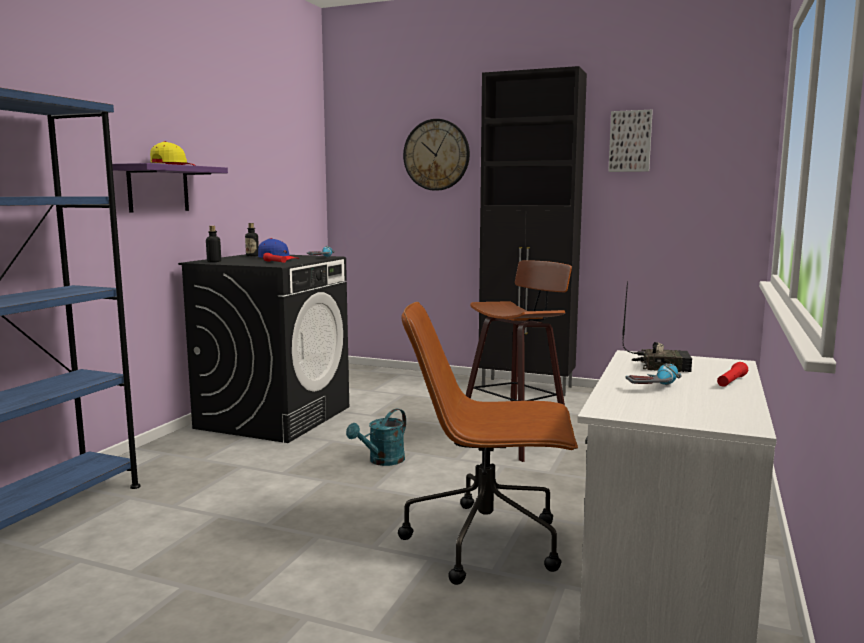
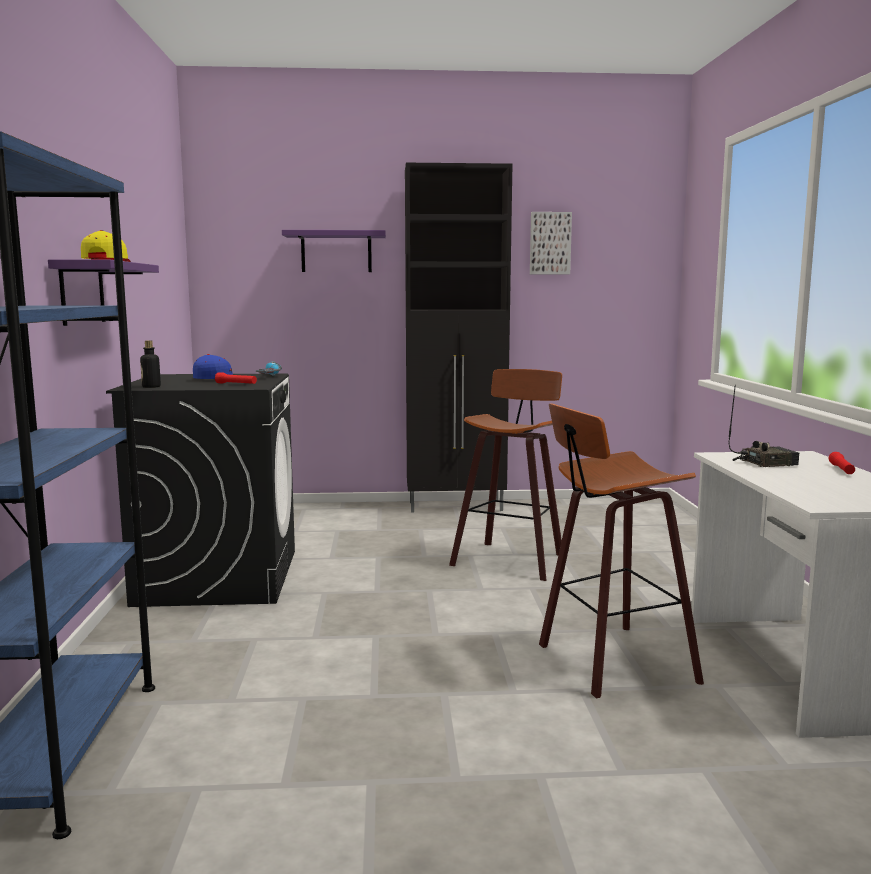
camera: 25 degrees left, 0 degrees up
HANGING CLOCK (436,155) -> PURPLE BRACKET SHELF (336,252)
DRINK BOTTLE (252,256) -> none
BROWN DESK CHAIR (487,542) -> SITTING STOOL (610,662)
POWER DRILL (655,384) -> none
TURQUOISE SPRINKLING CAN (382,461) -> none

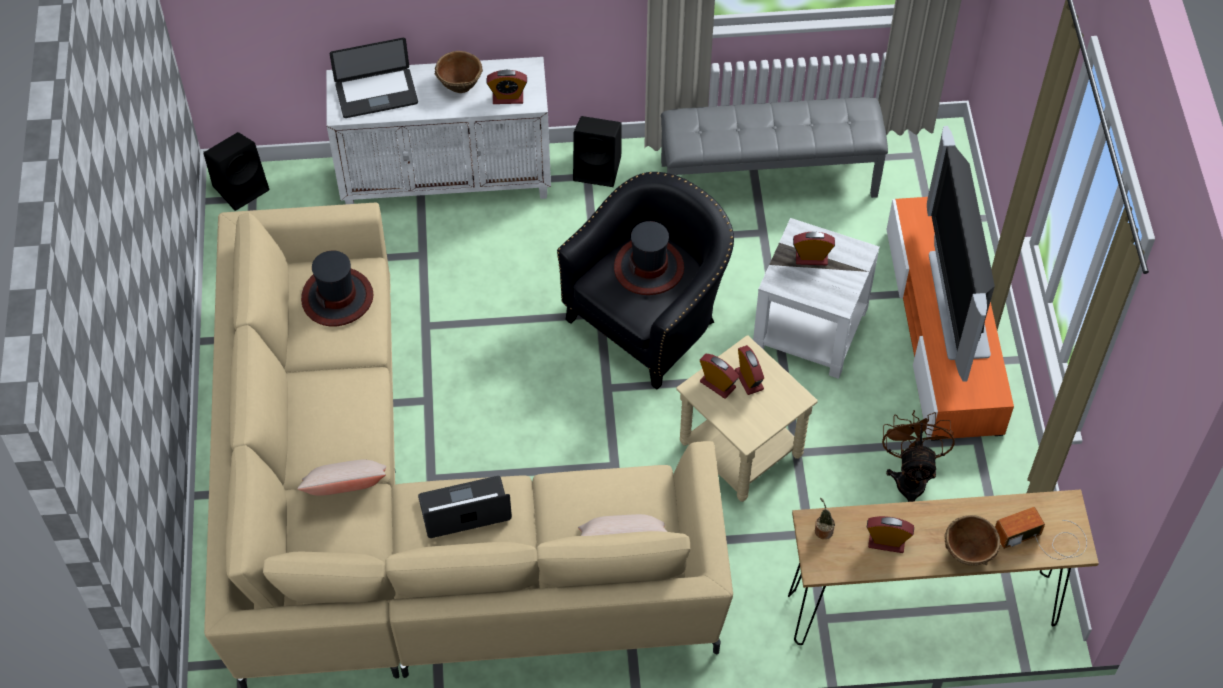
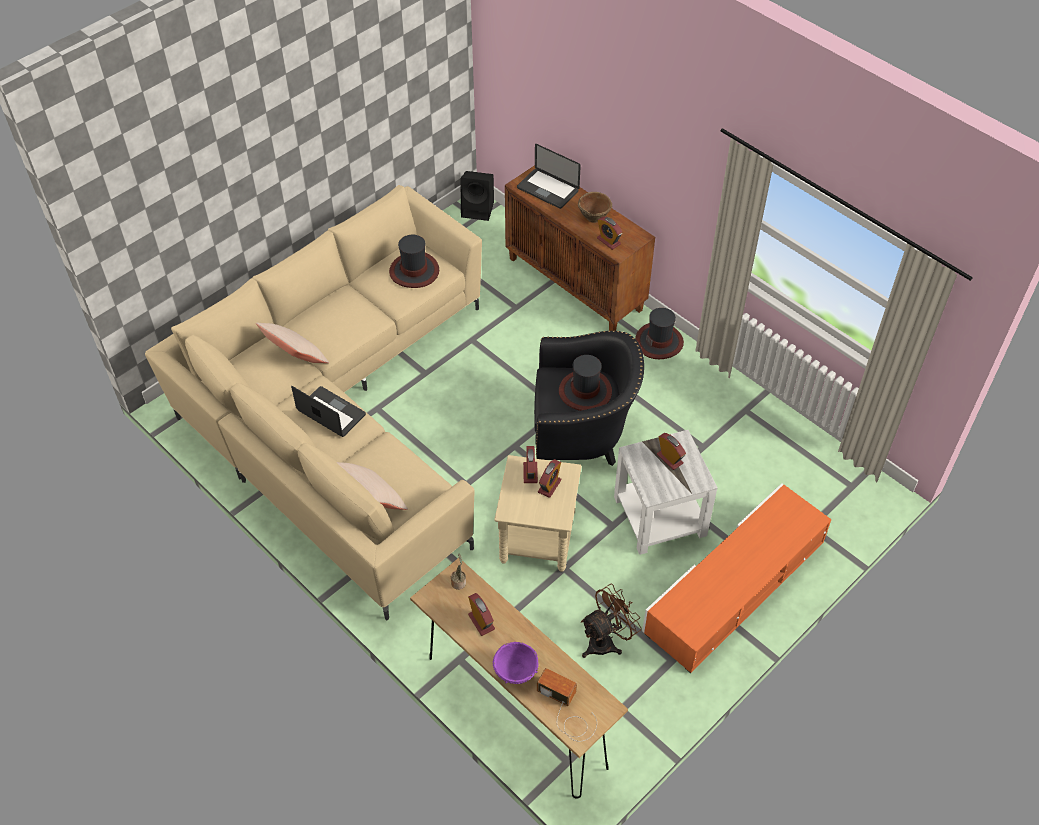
camera: 50 degrees right, 5 degrees down
WHITE-COLOURED CUPBOARD (447,179) -> BROWN CUPBOARD (576,284)
GREY INDOOR BENCH (768,178) -> none
BLACK AUDIO SPEAKER (598,168) -> WEARABLE HAT (659,341)
TV (955,304) -> none
BROWN DEEP DISH (968,553) -> PURPLE DEEP DISH (515,673)

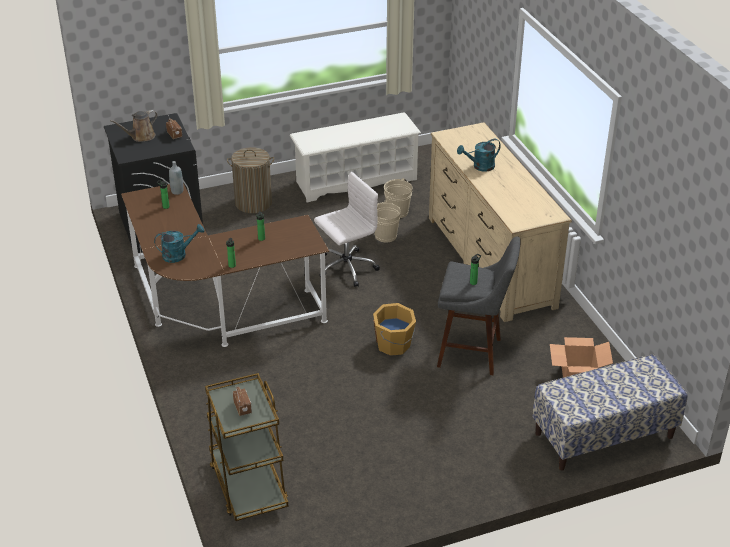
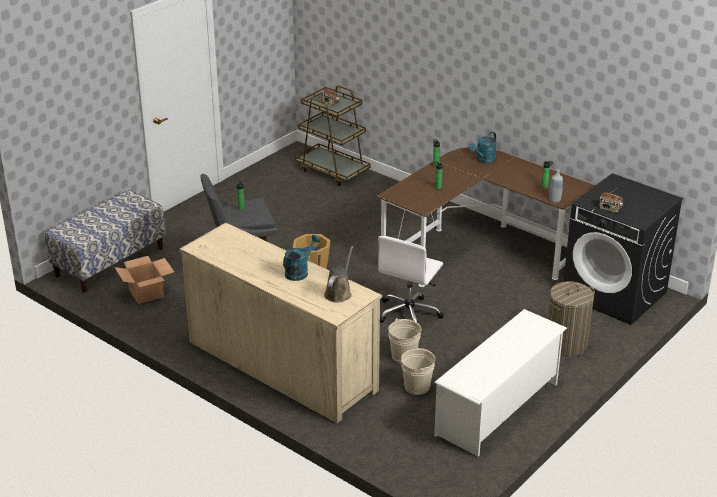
camera: 150 degrees right, 5 degrees down
BROWN SPRINKLING CAN (141,137) -> BROWN SPRINKLING CAN (339,293), moved

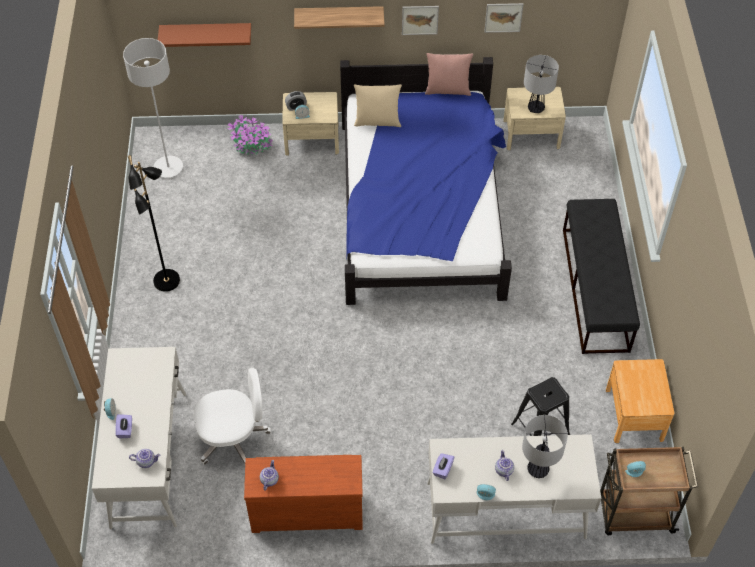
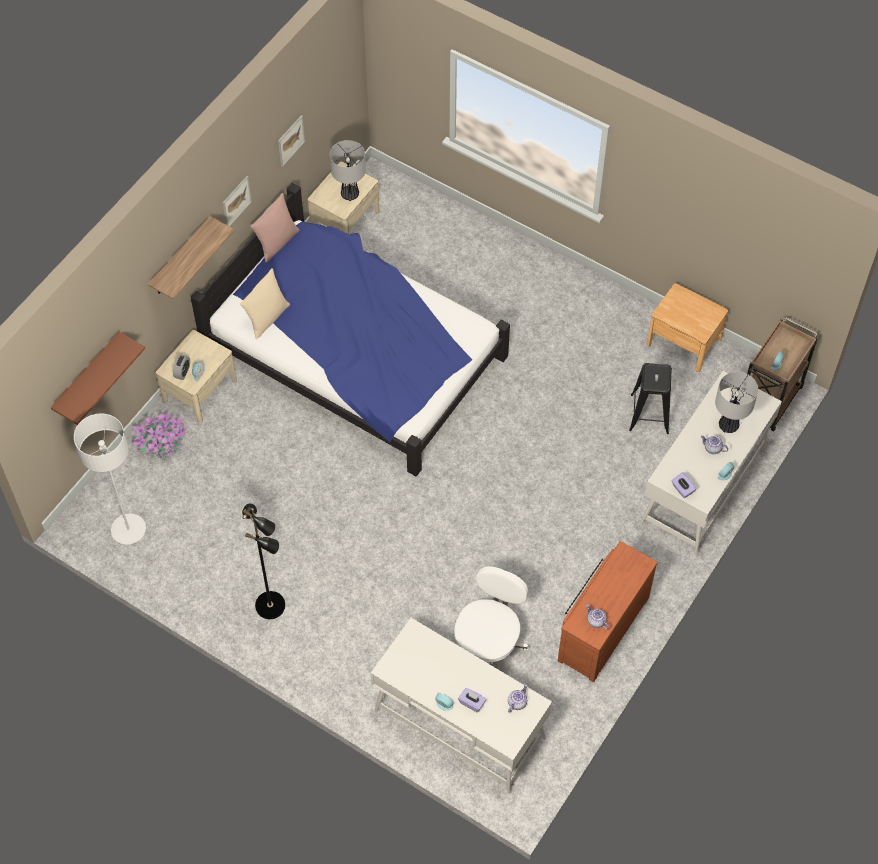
camera: 55 degrees left, 5 degrees up
BLACK INDOOR BENCH (595,289) -> none

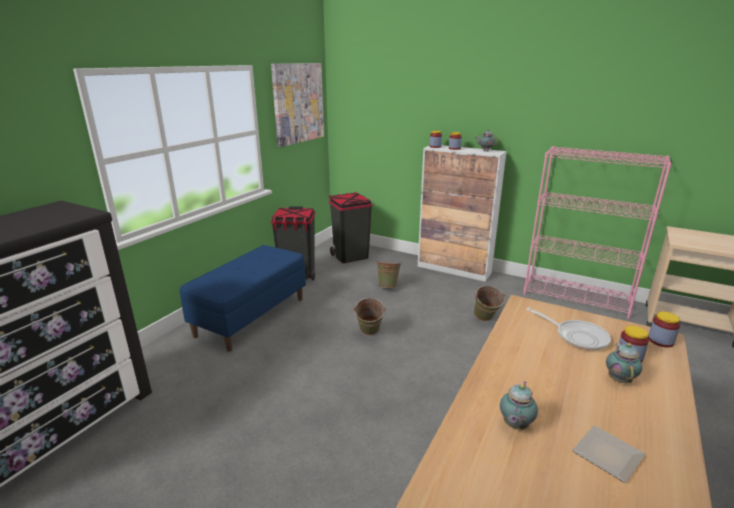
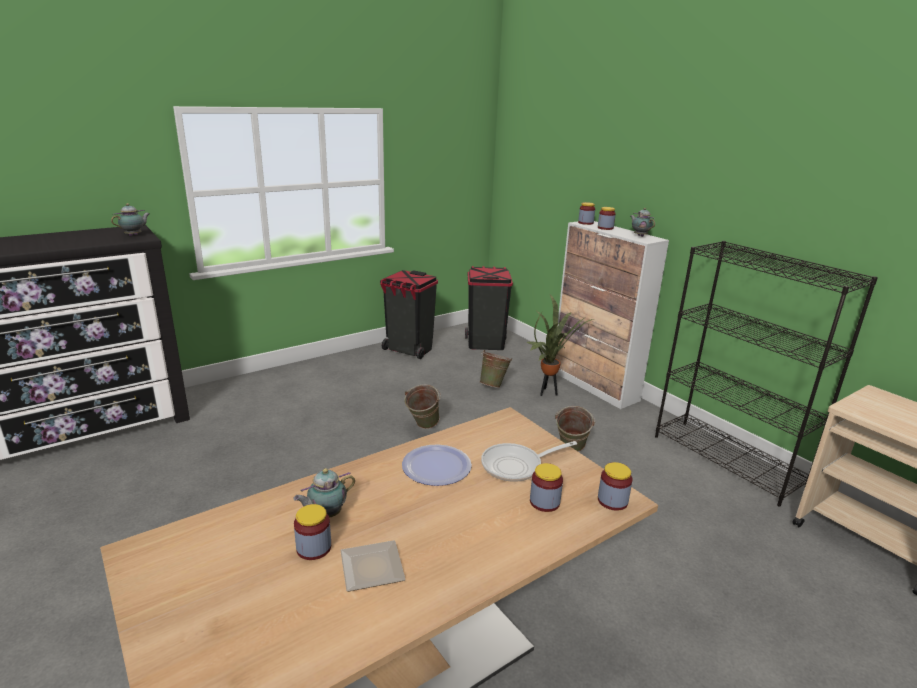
camera: 25 degrees right, 0 degrees up
WALL PICTURE (298,103) -> none
PINKISH BOOKCASE (576,298) -> BLACK BOOKCASE (728,460)
BLUE INDOOR BENCH (251,316) -> none
PAN (577,336) -> PAN (516,466), 90 degrees clockwise
TEA POT (619,379) -> TEA POT (135,235), moved
none -> PLANT IN A POT (547,392)
none -> PLATE (436,466)
none -> JAR (314,548)

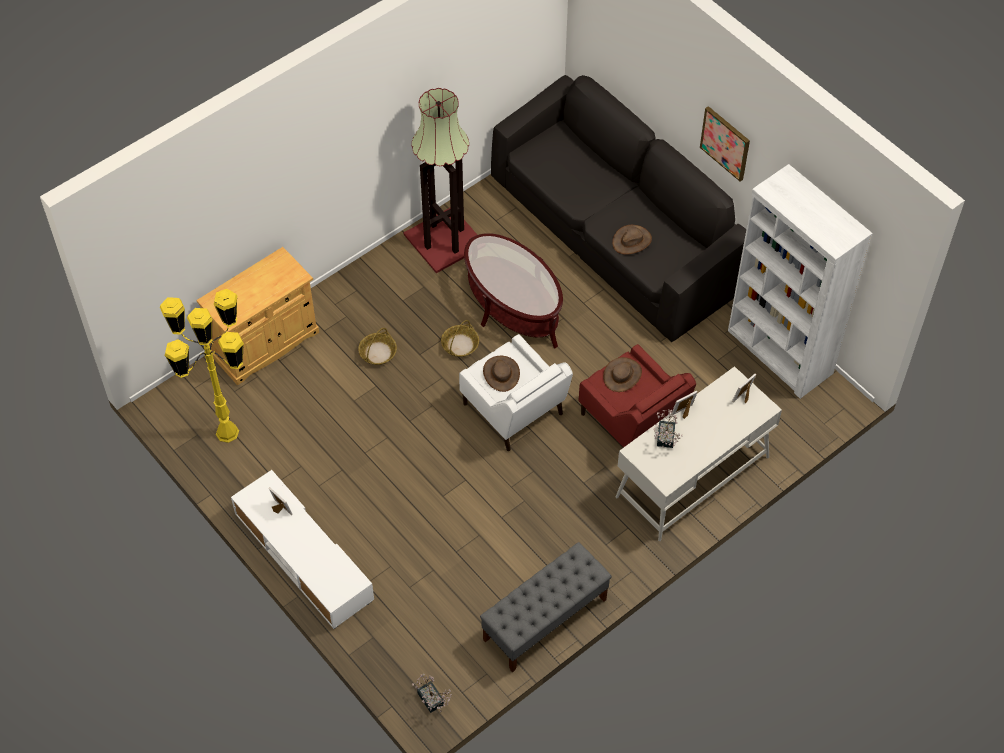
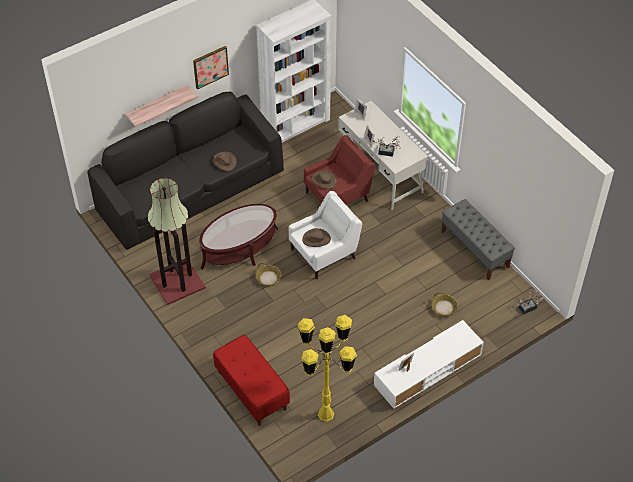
camera: 85 degrees left, 5 degrees down
BEIGE CUPBOARD (265,344) -> REDDISH INDOOR BENCH (251,390)
STORAGE BASKET (378,352) -> STORAGE BASKET (444,308), moved
none -> BRACKET SHELF (157,105)

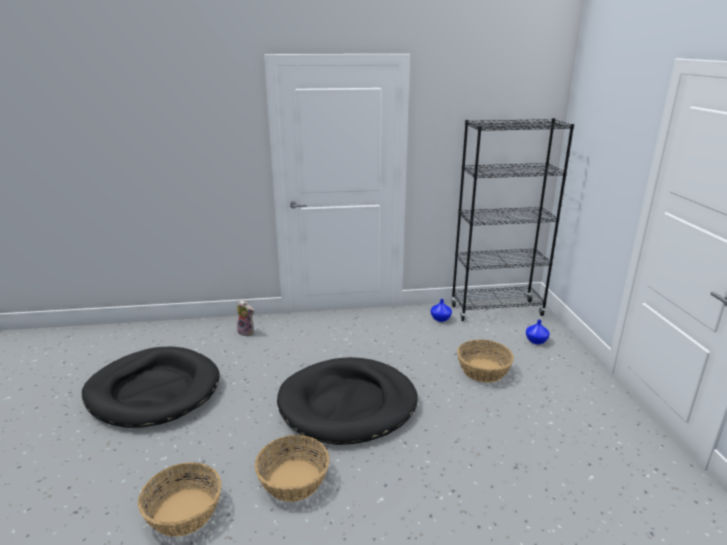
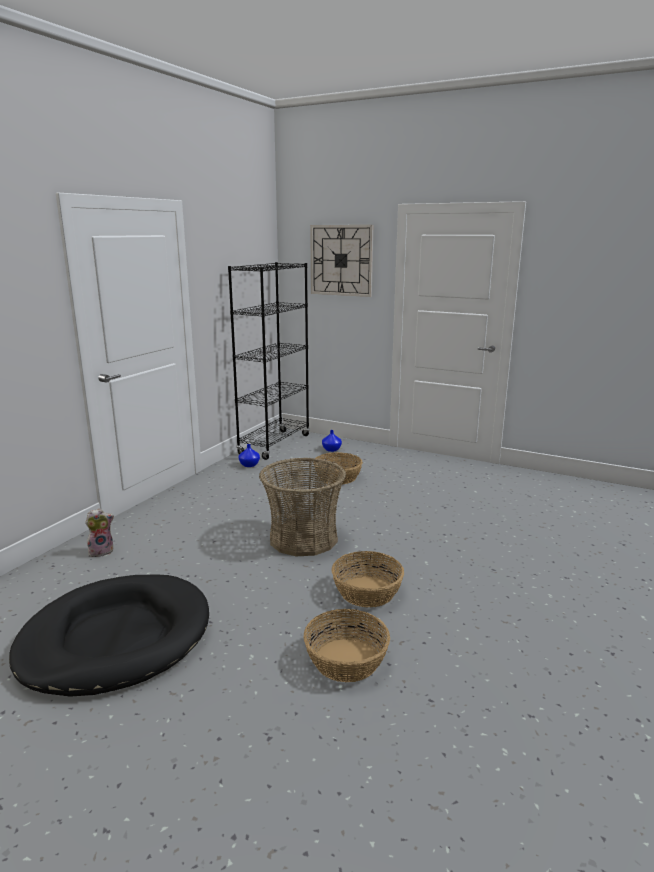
camera: 55 degrees left, 5 degrees down
BLACK DOG CUSHION (348,404) -> STORAGE BASKET (303,538)
none -> HANGING CLOCK (341,260)

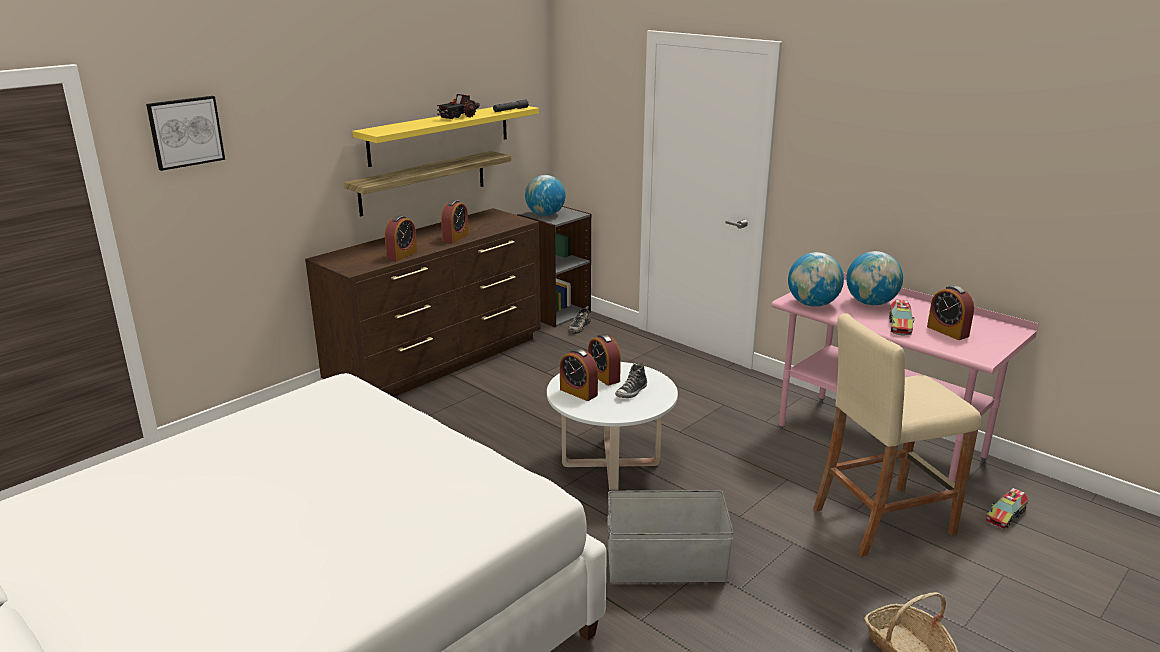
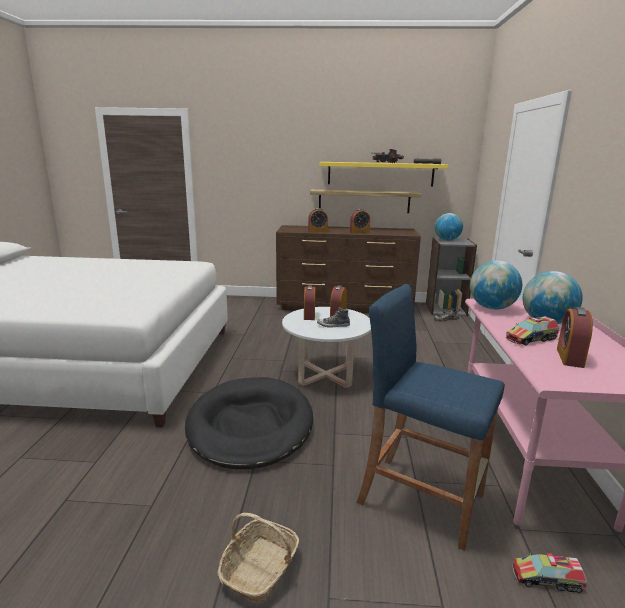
camera: 50 degrees right, 5 degrees down
WALL PICTURE (185,132) -> none
BEIGE SITTING STOOL (882,520) -> BLUE SITTING STOOL (421,499)
GREY STORAGE CONTAINER (666,564) -> BLACK DOG CUSHION (250,426)

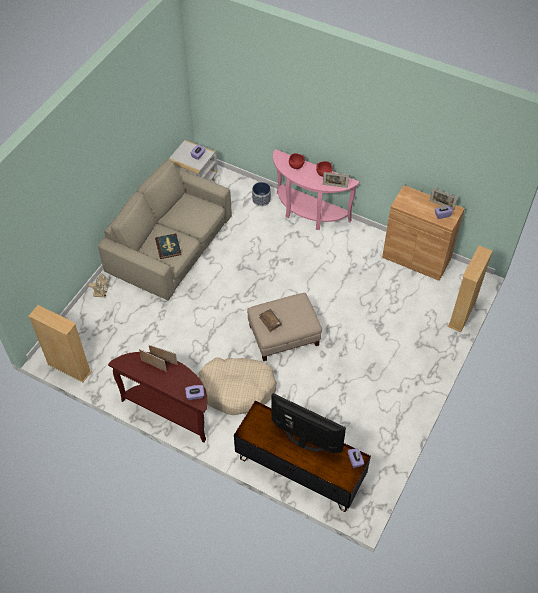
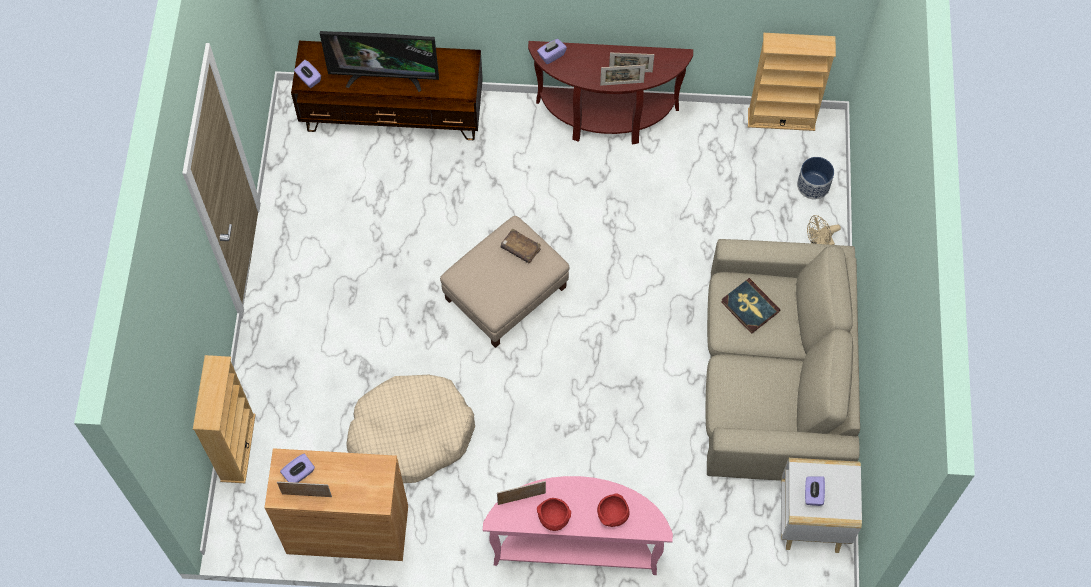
camera: 155 degrees right, 10 degrees up
PLANTER (261,200) -> PLANTER (813,185), moved
BEIGE DOG CUSHION (237,389) -> BEIGE DOG CUSHION (410,435), moved

